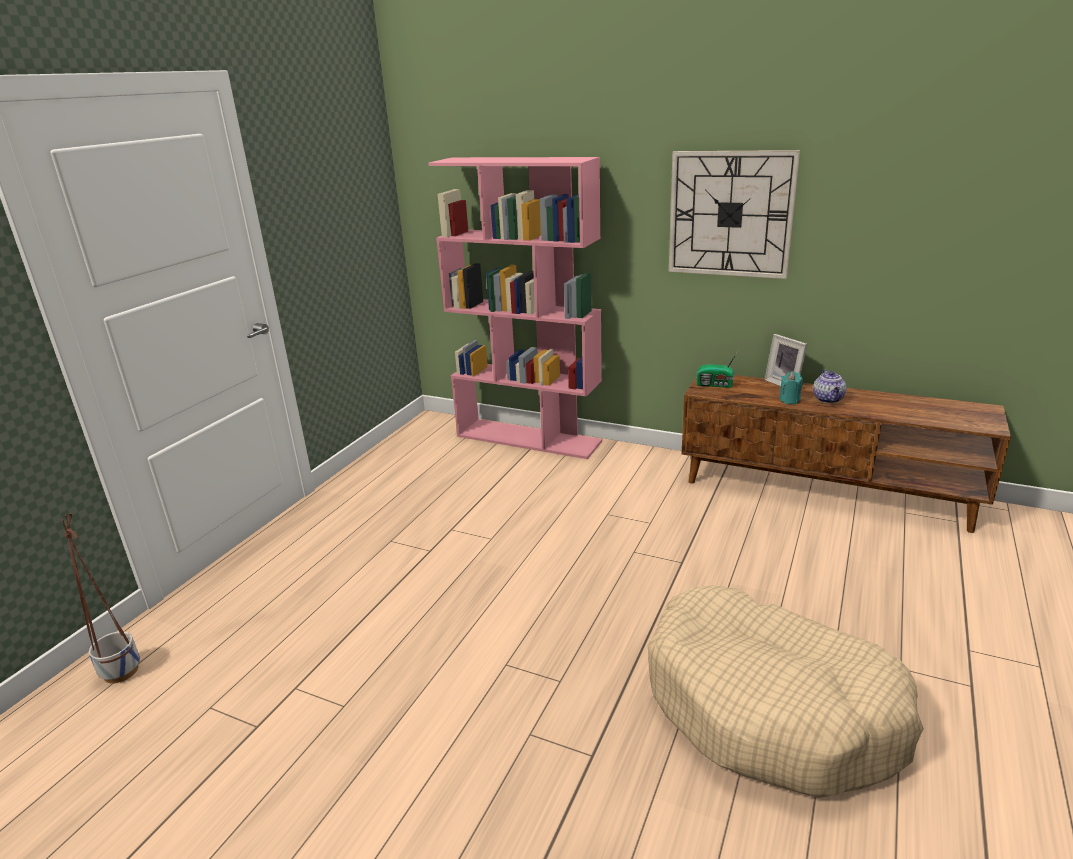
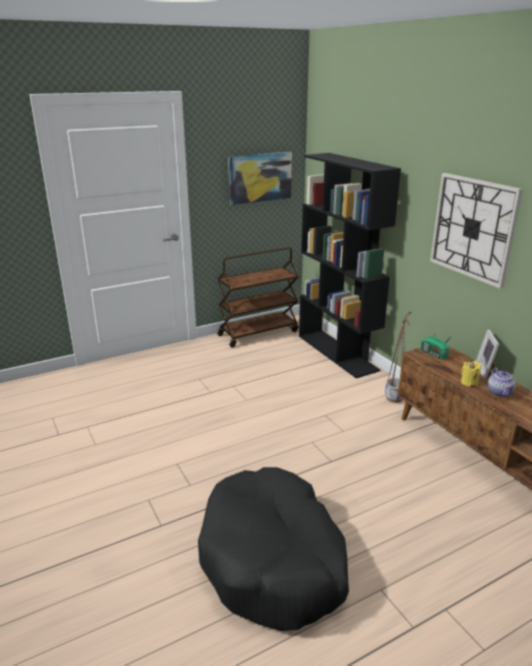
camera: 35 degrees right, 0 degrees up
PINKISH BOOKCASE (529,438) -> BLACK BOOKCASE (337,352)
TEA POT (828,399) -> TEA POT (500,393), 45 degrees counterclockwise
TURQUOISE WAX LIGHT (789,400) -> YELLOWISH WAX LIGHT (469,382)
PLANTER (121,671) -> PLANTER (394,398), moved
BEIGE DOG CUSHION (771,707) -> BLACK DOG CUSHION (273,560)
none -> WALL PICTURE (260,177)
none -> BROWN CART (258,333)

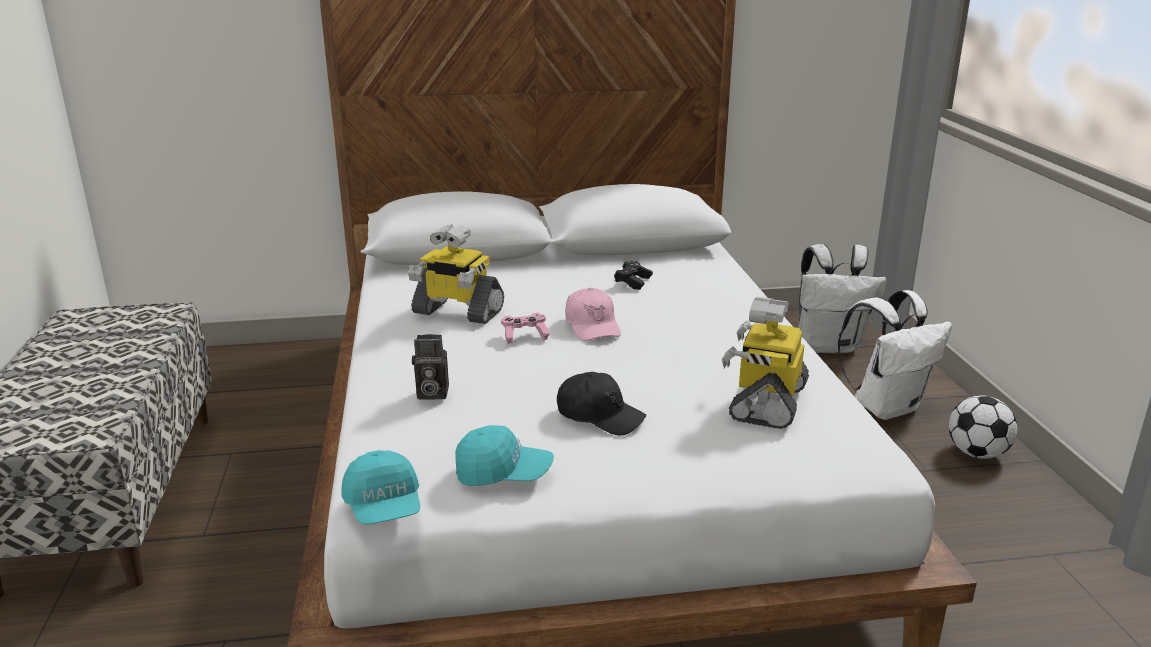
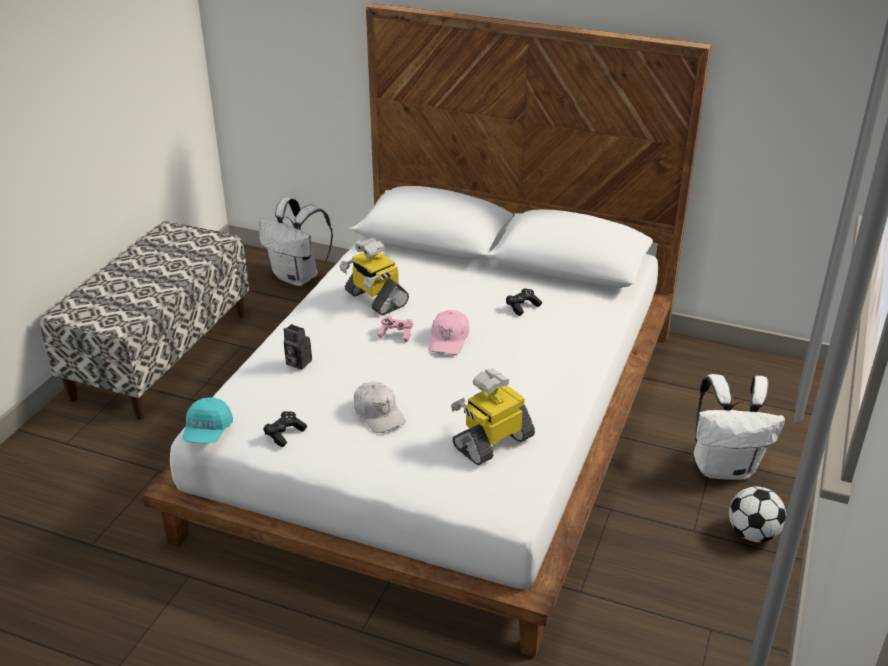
camera: 30 degrees right, 10 degrees up
WHITE-COLOURED BACKPACK (830,345) -> WHITE-COLOURED BACKPACK (298,277), moved
BLACK BASEBALL CAP (600,416) -> WHITE-COLOURED BASEBALL CAP (379,414)
TURQUOISE BASEBALL CAP (503,474) -> BLACK GAME CONTROLLER (285,434)

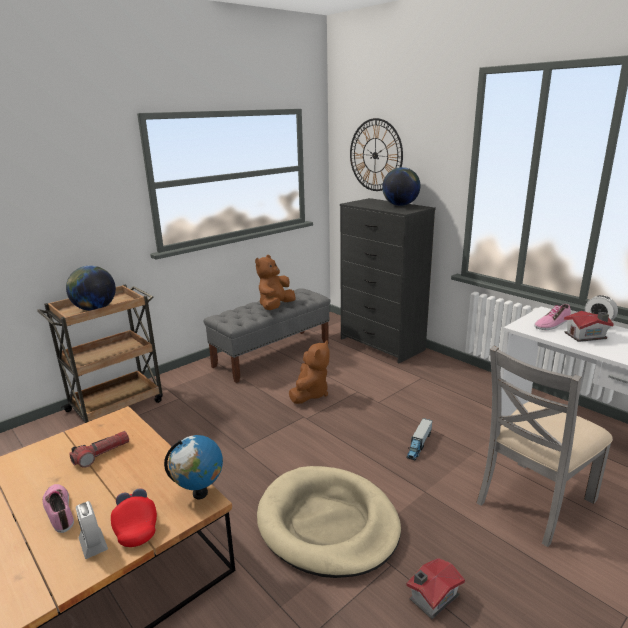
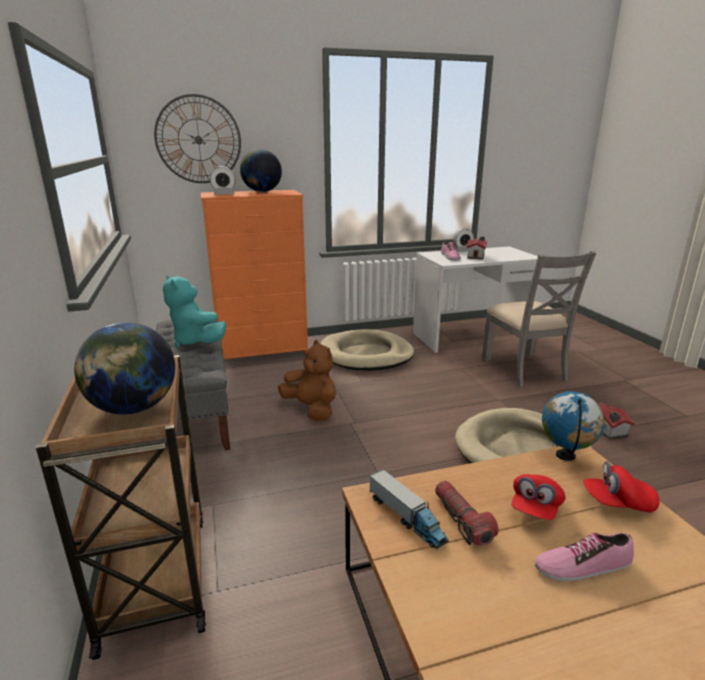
camera: 65 degrees left, 0 degrees up
BLACK DRESSER (382,344) -> ORANGE-COLOURED DRESSER (263,351)
BROWN CUDDLY TOY (275,307) -> TURQUOISE CUDDLY TOY (196,341)
TOY TRUCK (419,445) -> TOY TRUCK (406,518), moved
BEDSIDE CLOCK (93,544) -> BEDSIDE CLOCK (224,194), moved
none -> BEIGE DOG CUSHION (366,354)
none -> REDDISH BASEBALL CAP (535,508)

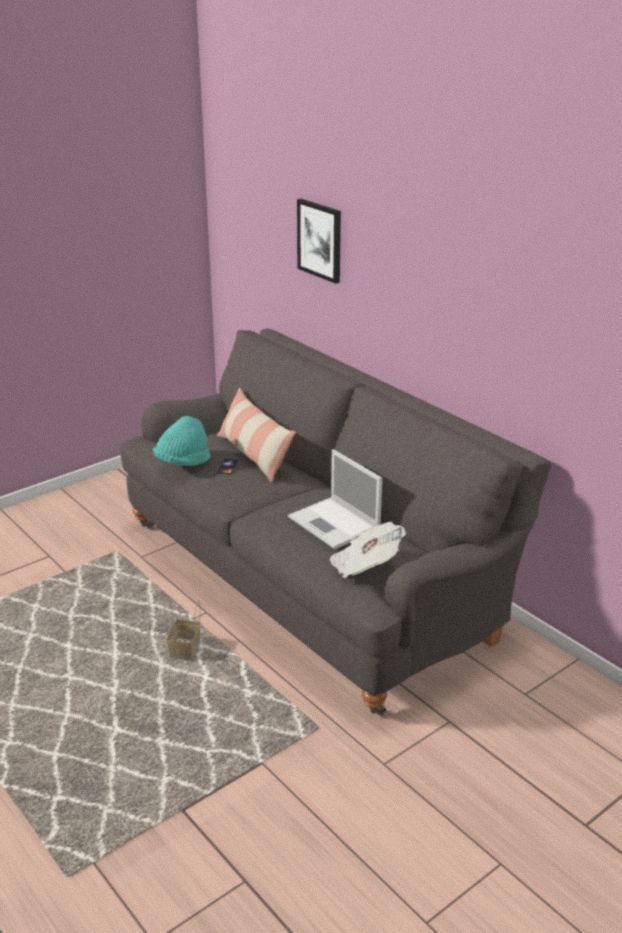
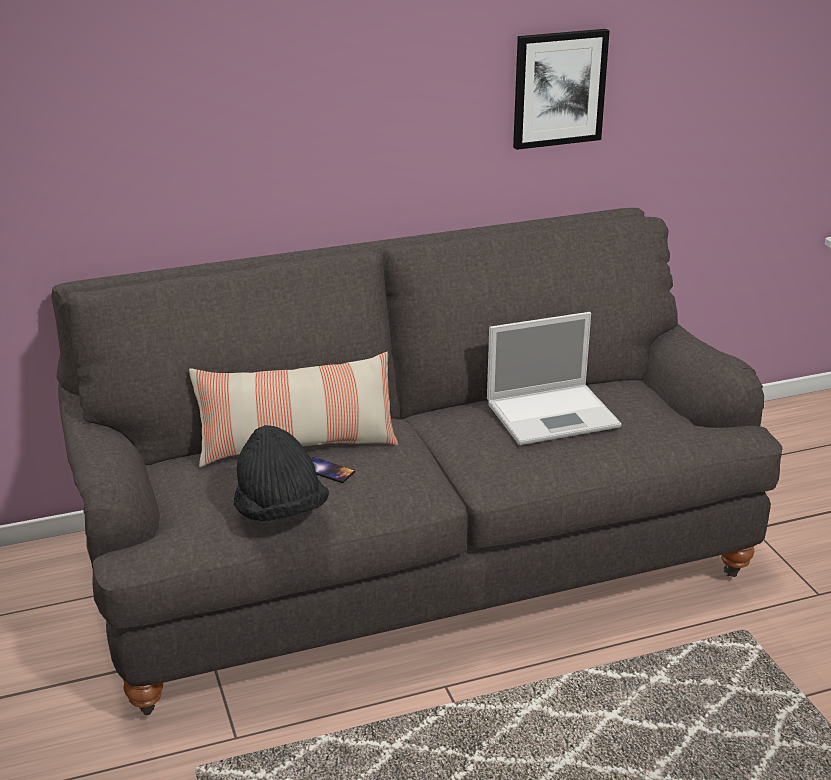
camera: 70 degrees left, 0 degrees up
WALL PICTURE (320,240) -> WALL PICTURE (559,88), moved
TURQUOISE WEARABLE HAT (182,462) -> BLACK WEARABLE HAT (280,511)
DAILY PAPER (365,565) -> none
STORAGE BASKET (185,651) -> none

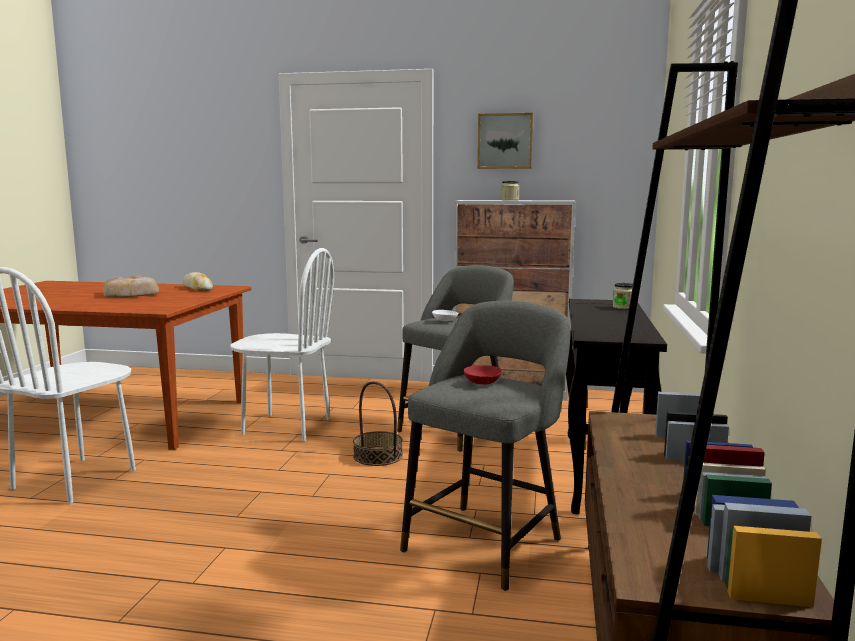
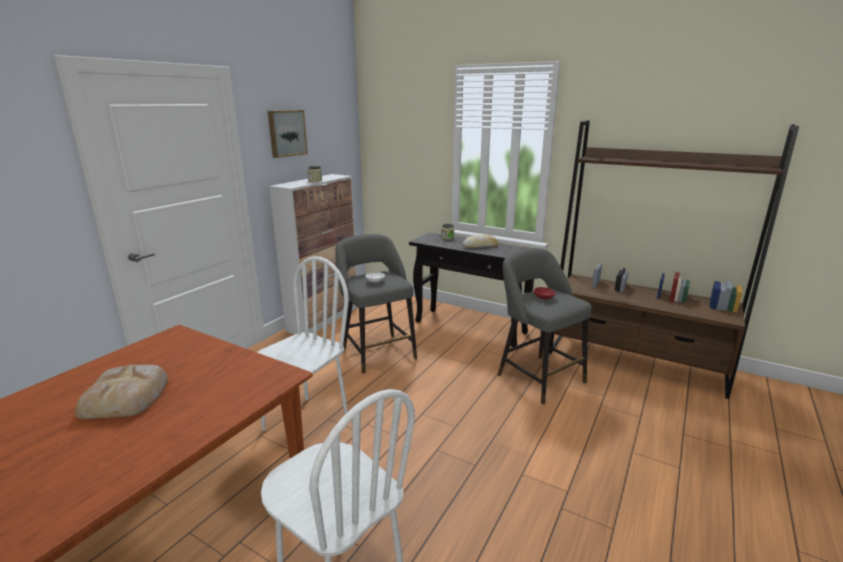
camera: 70 degrees left, 10 degrees up
BREAD (198,288) -> BREAD (480,246), moved
STORAGE BASKET (378,456) -> none

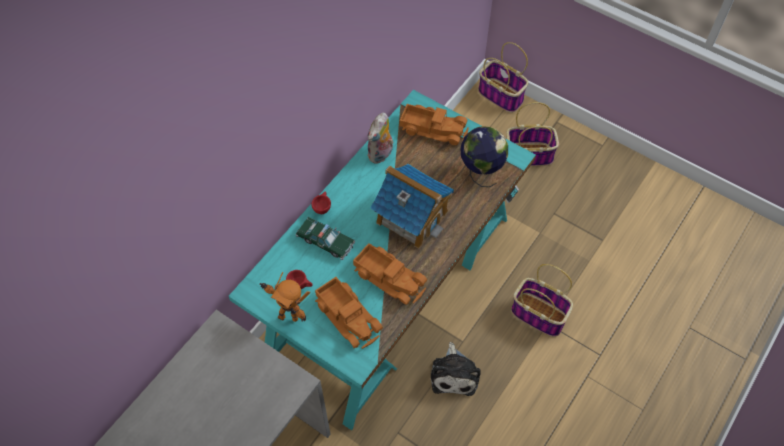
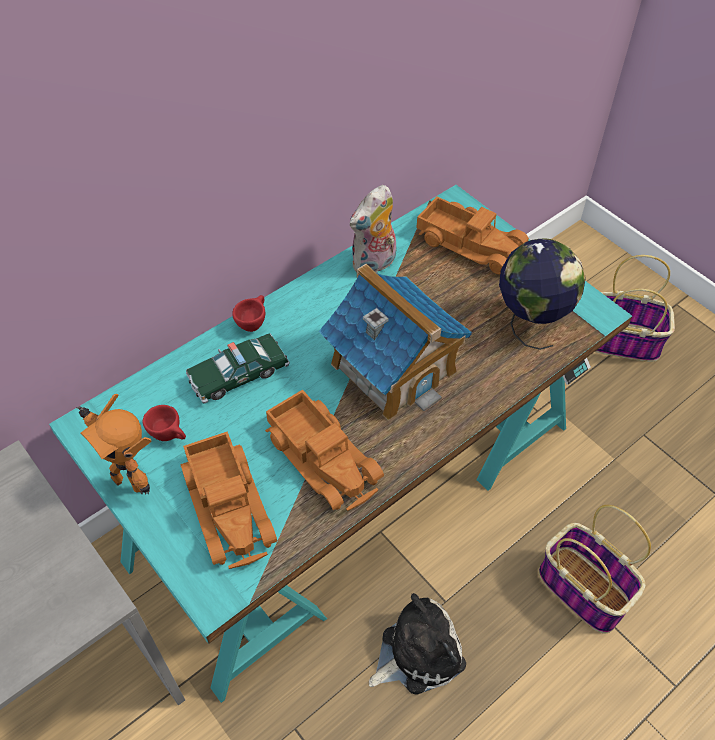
camera: 15 degrees right, 5 degrees down
STORAGE BASKET (501,96) -> none
MODEL CAR (325,241) -> MODEL CAR (238,374), 105 degrees clockwise
CUDDLY TOY (454,374) -> CUDDLY TOY (417,652), 135 degrees counterclockwise

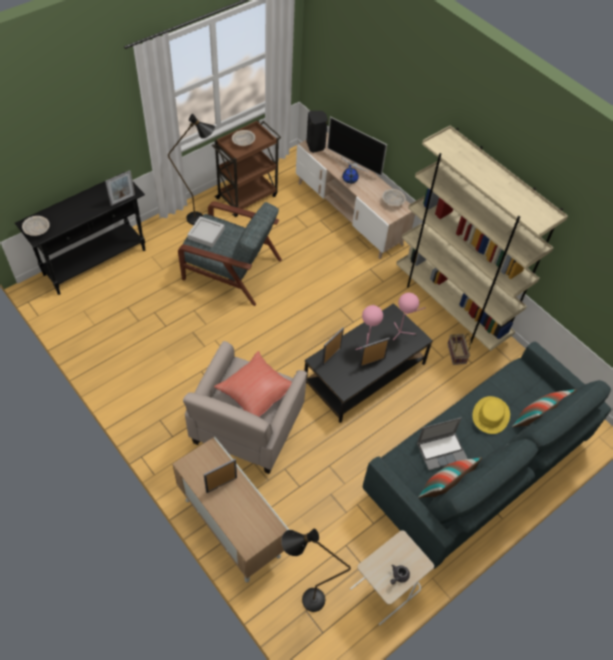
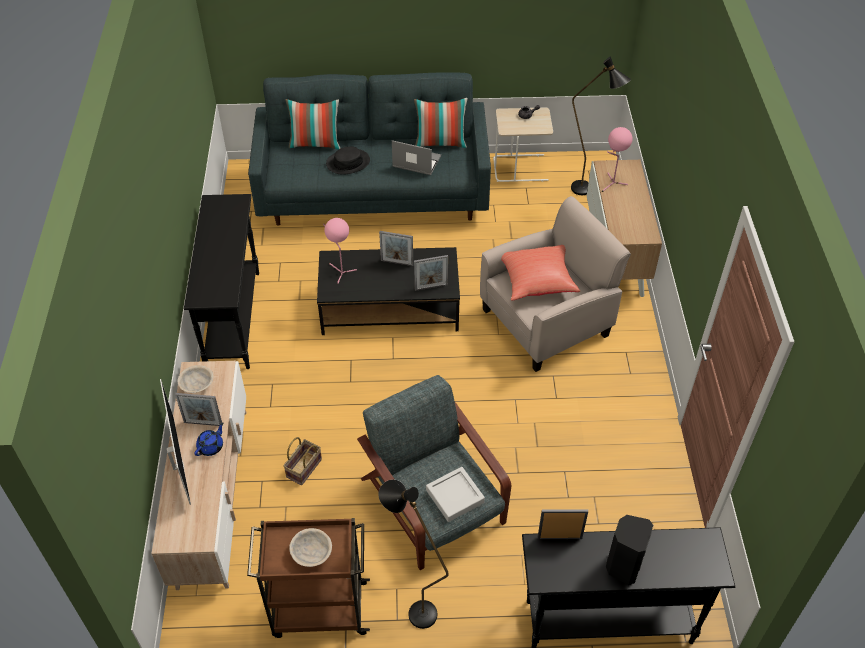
camera: 140 degrees left, 5 degrees down
BLACK AUDIO SPEAKER (316,146) -> BLACK AUDIO SPEAKER (623,566), moved
BEIGE BOOKCASE (451,306) -> BLACK NARROW TABLE (234,319)
BEIGE DEEP DISH (37,230) -> none
PINKISH TABLETOP LAMP (366,344) -> PINKISH TABLETOP LAMP (612,184), moved
STORAGE BASKET (456,353) -> STORAGE BASKET (304,469), moved
YELLOWISH WEARABLE HAT (491,415) -> BLACK WEARABLE HAT (348,162)
STANDING FRAME (221,484) -> STANDING FRAME (203,423), moved

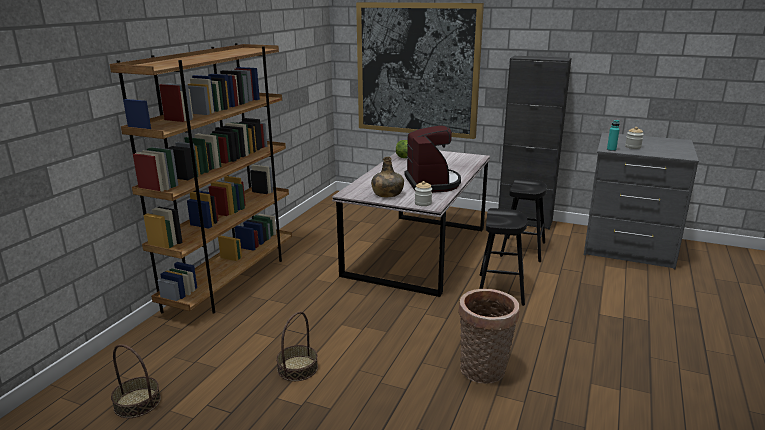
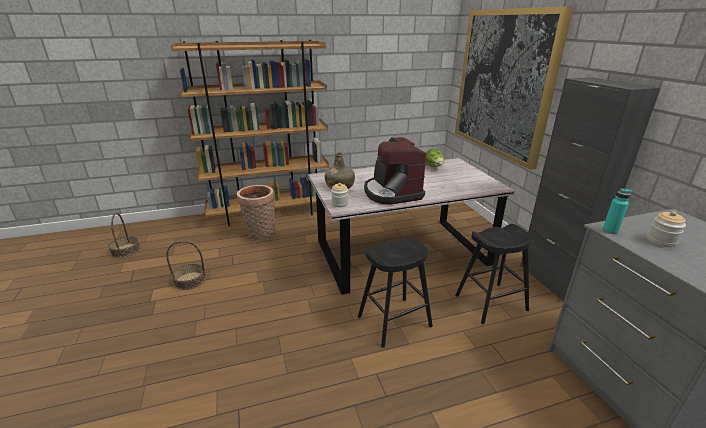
camera: 50 degrees right, 5 degrees up
COFFEE BREWER (432,183) -> COFFEE BREWER (392,193), 120 degrees clockwise
STORAGE BASKET (484,372) -> STORAGE BASKET (260,235), moved

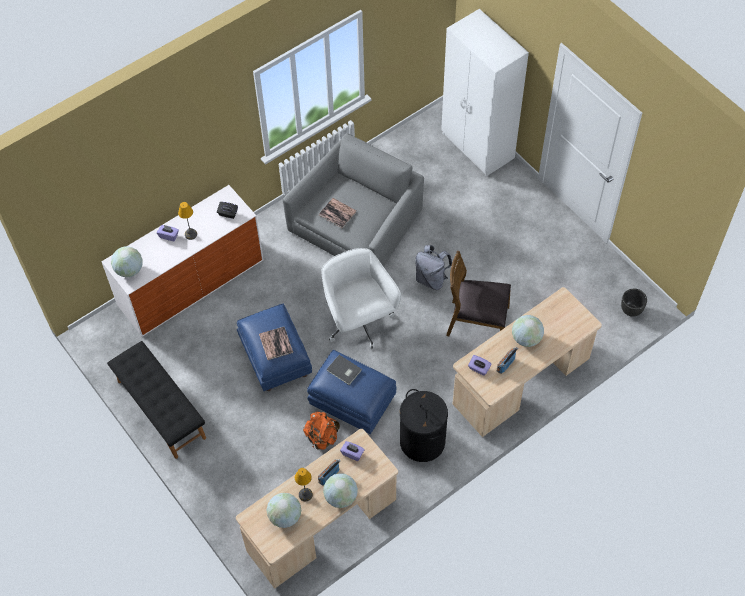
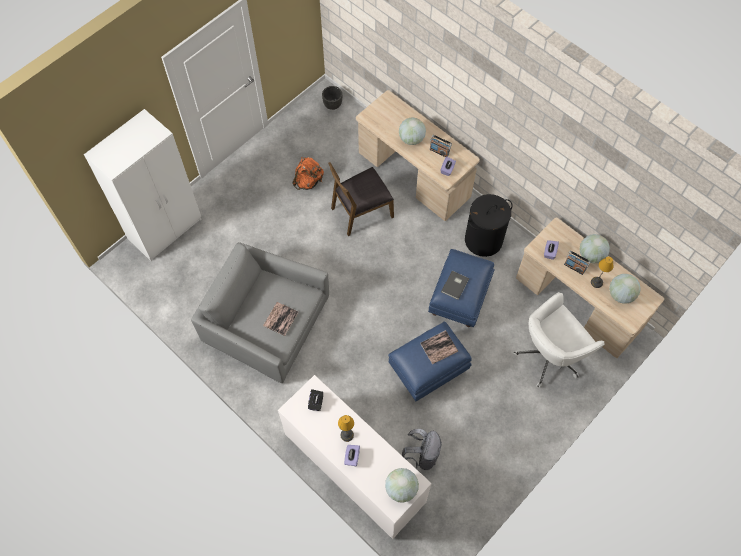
camera: 100 degrees left, 5 degrees up
GREY BACKPACK (431,279) -> GREY BACKPACK (422,455), moved
WHITE-COLOURED DESK CHAIR (358,322) -> WHITE-COLOURED DESK CHAIR (550,355), moved
BROWN PLAIN CHAIR (477,322) -> BROWN PLAIN CHAIR (361,211), 60 degrees clockwise
BLACK INDOOR BENCH (160,409) -> none
ORANGE-COLOURED BACKPACK (322,437) -> ORANGE-COLOURED BACKPACK (308,181), moved

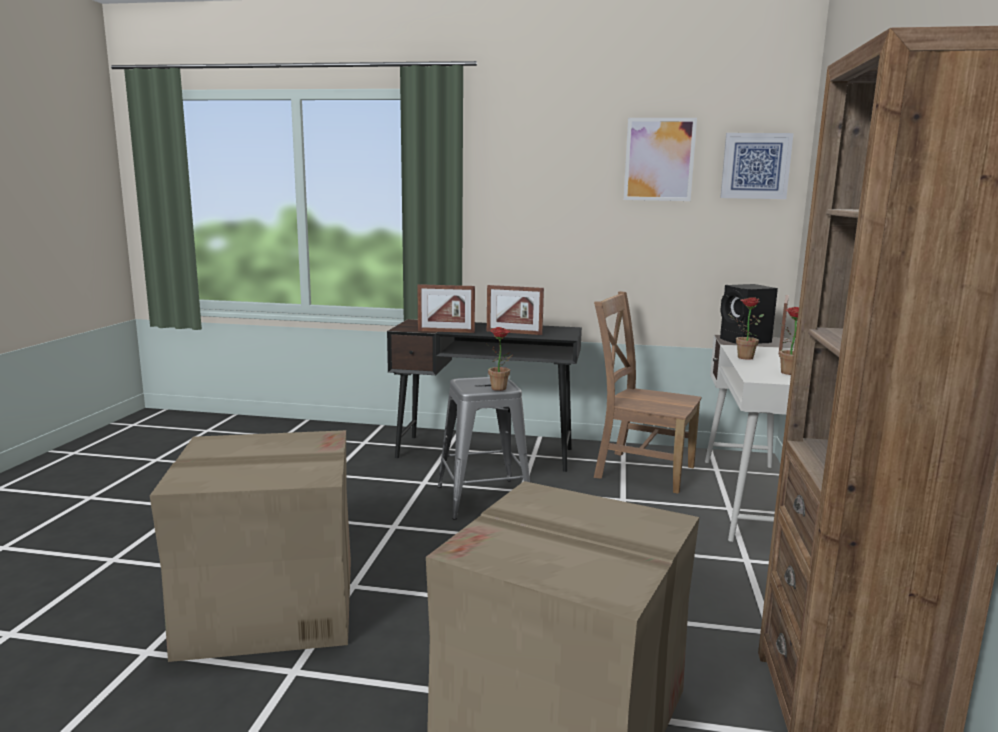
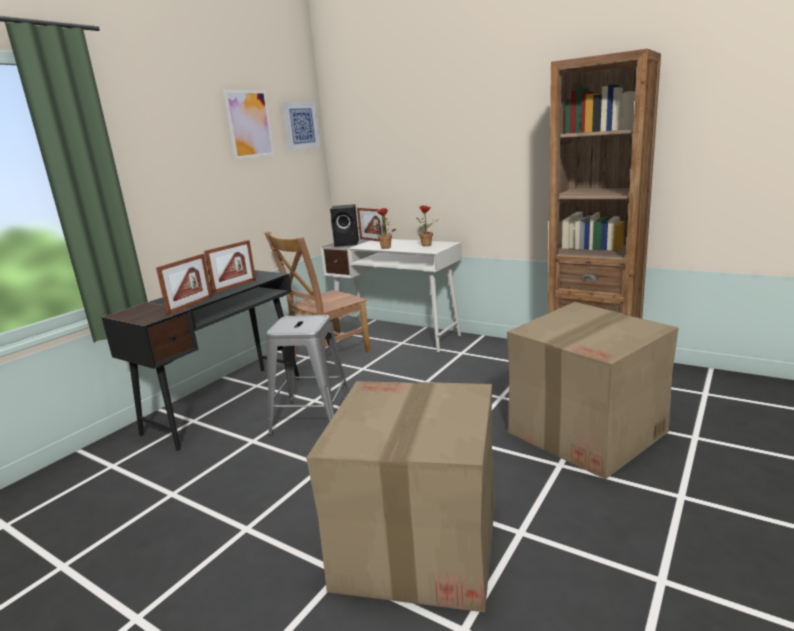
camera: 65 degrees left, 5 degrees up
PLANT IN A POT (501,389) -> none

